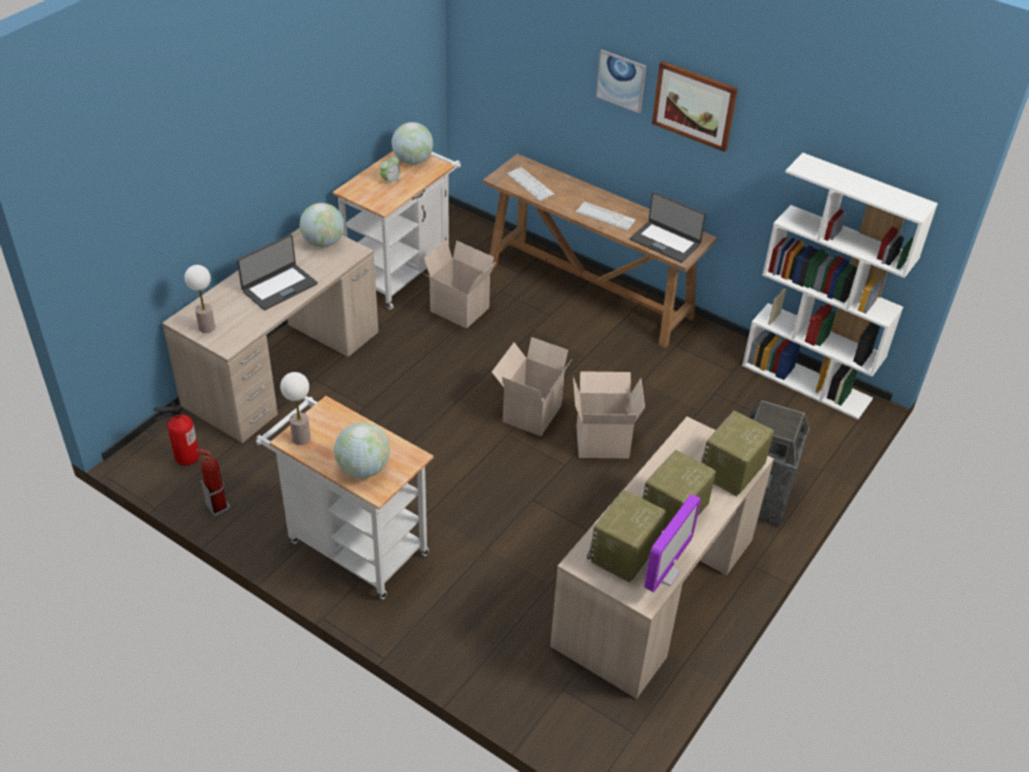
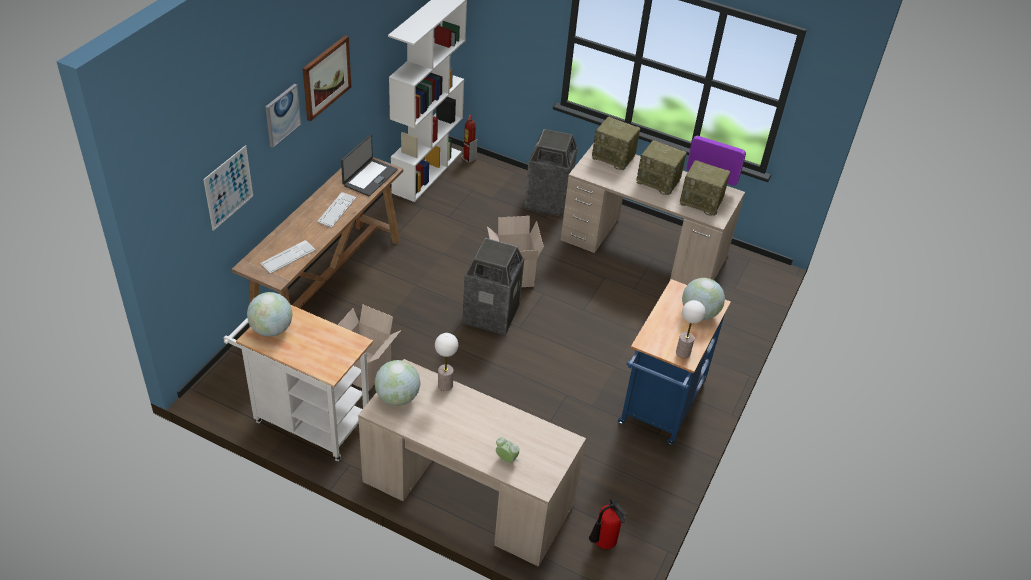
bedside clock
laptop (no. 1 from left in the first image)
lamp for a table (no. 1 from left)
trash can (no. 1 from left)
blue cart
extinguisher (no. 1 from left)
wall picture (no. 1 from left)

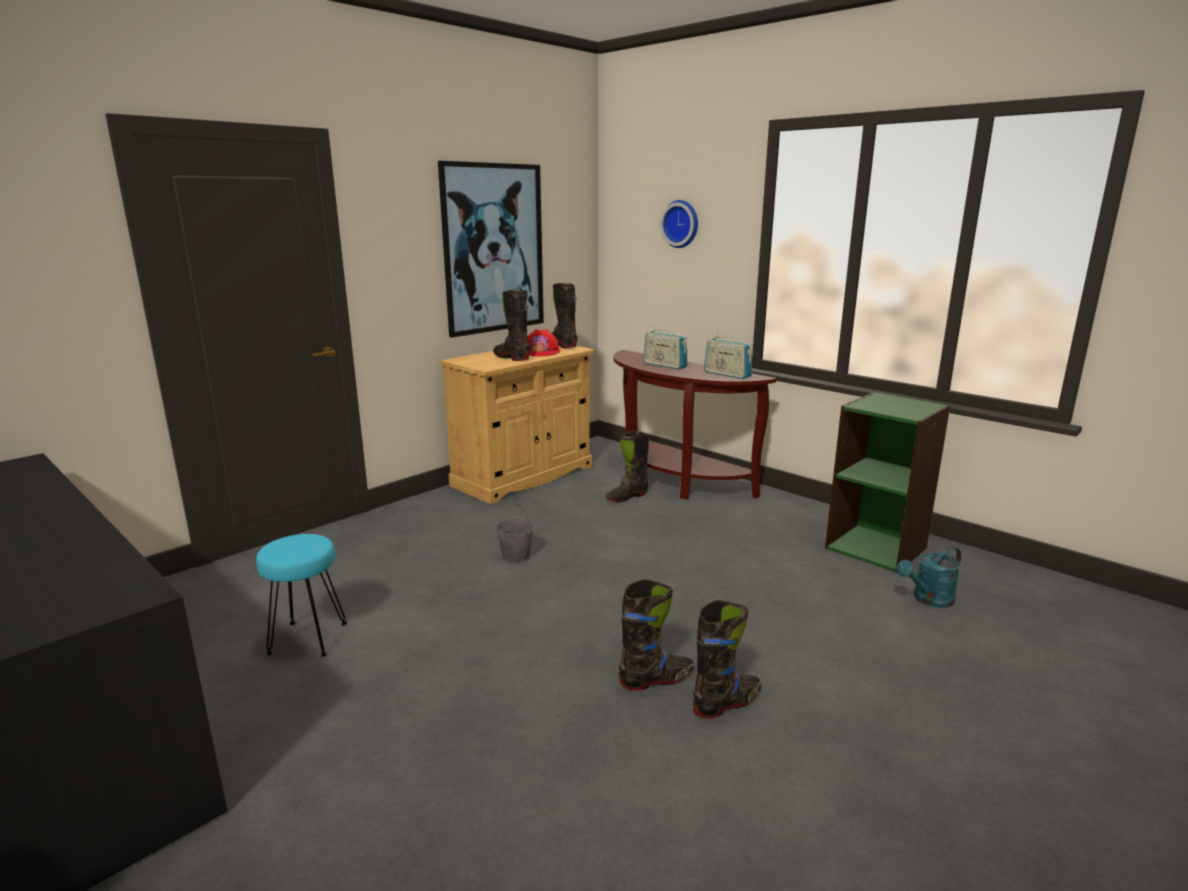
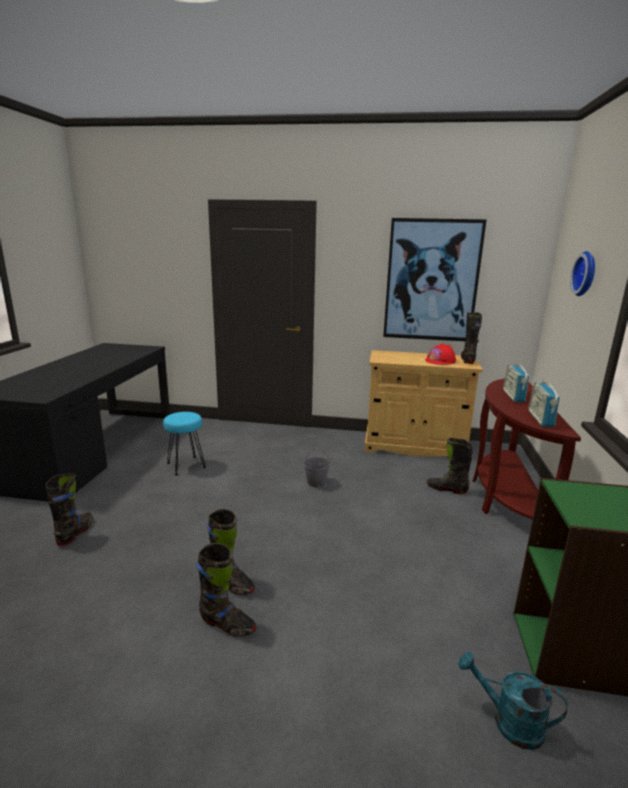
blackish tall boot (no. 1 from left)

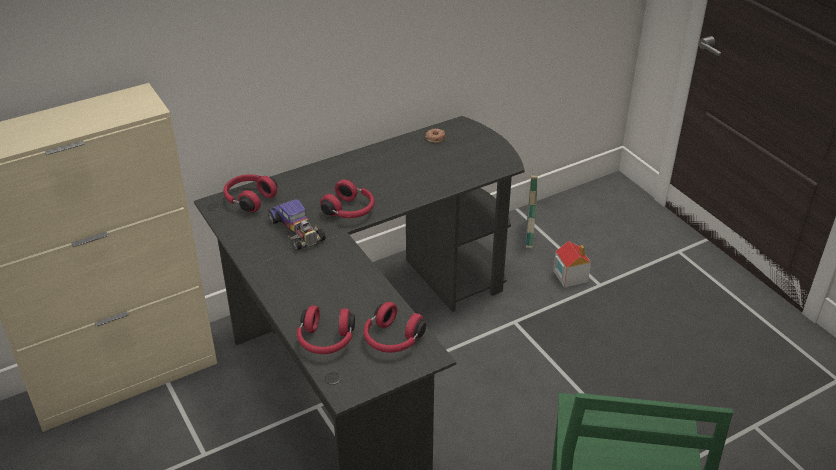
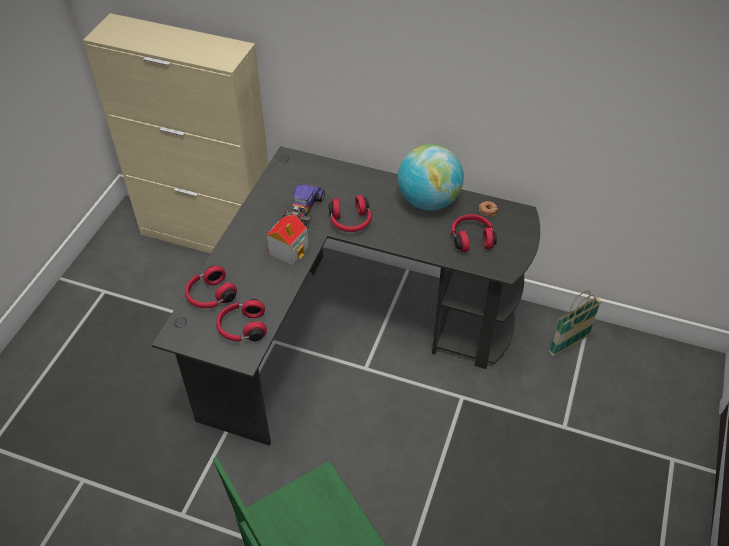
red headset (no. 4 from left)
model house
world globe

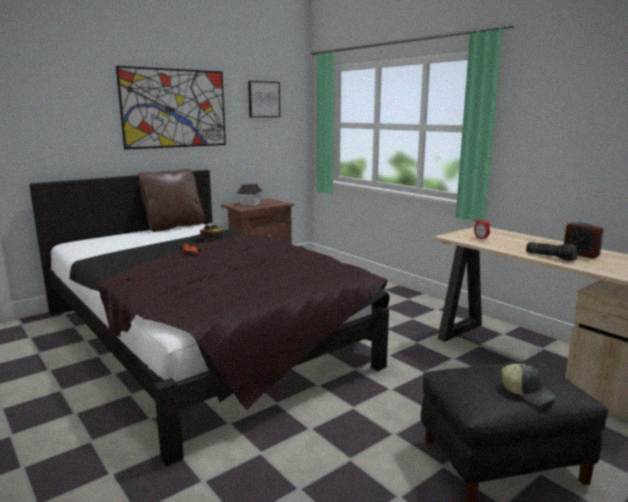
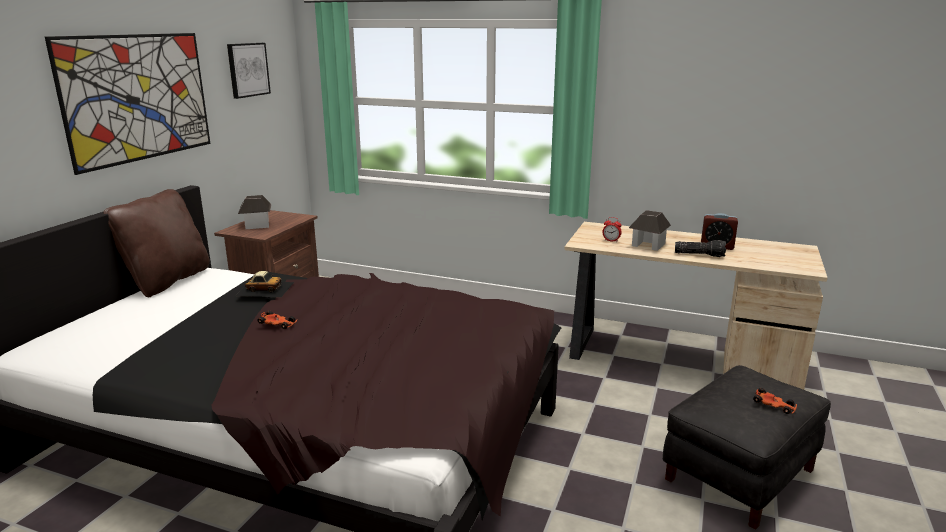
miniature car (no. 3 from left)
model house (no. 2 from left)

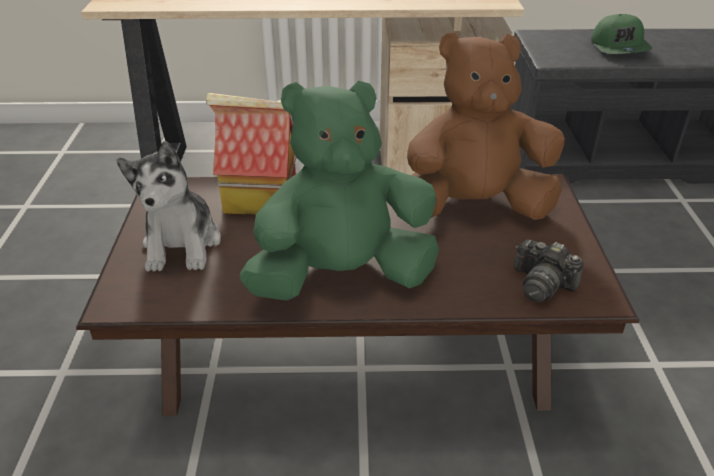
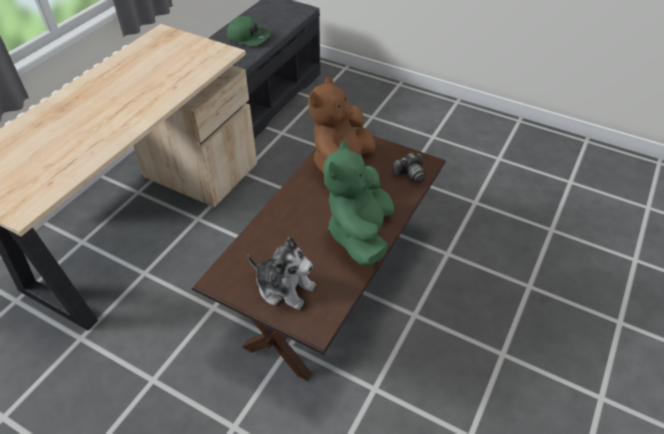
model house

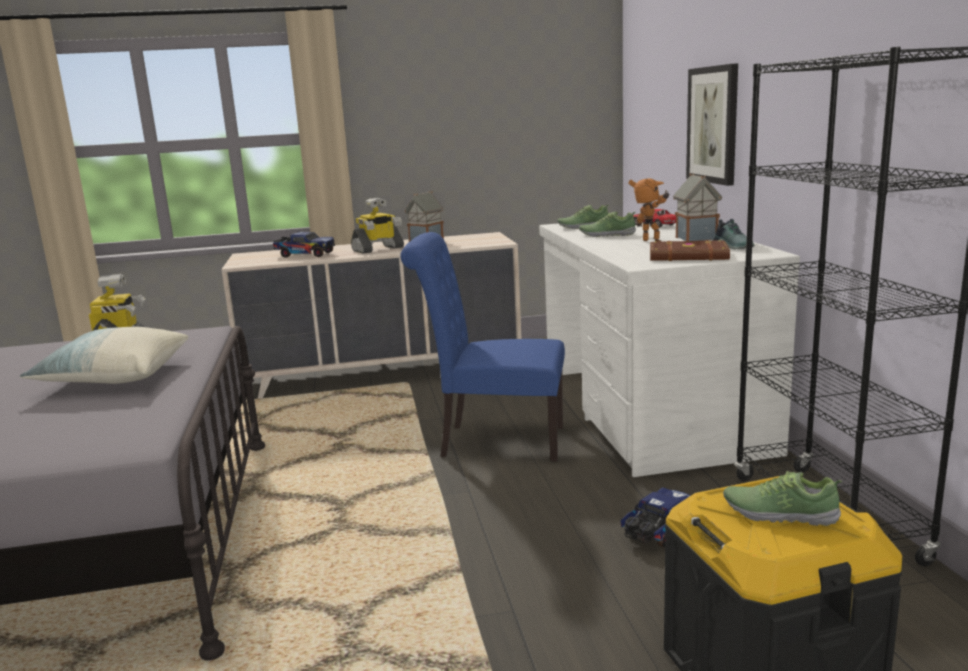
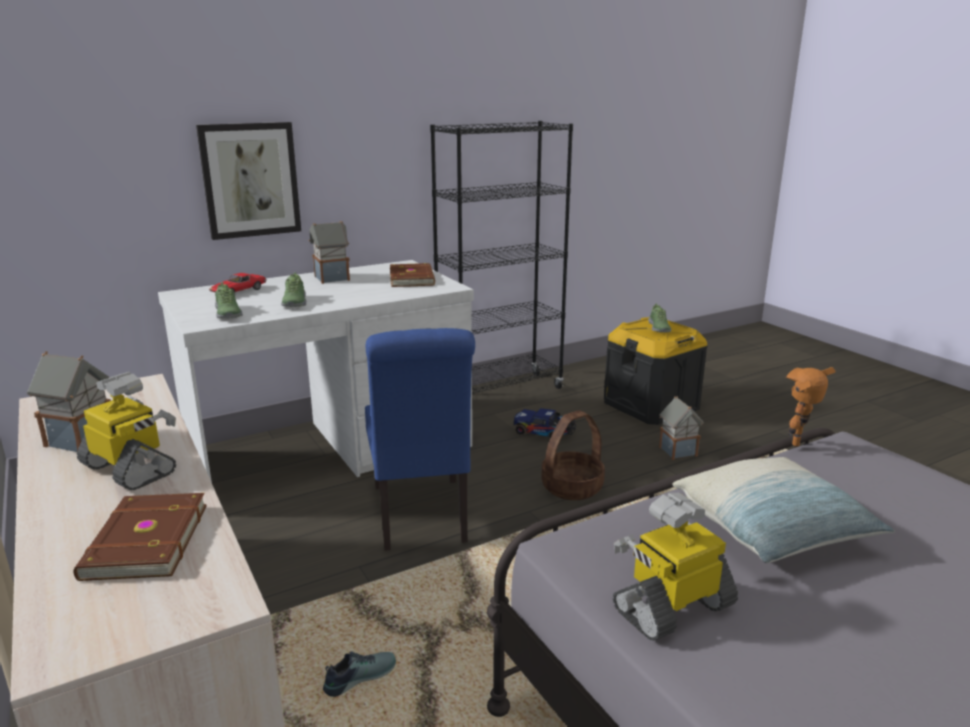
model robot (no. 3 from left)
shoe (no. 3 from left)
brownish volume (no. 1 from left)
model house (no. 3 from left)
household basket

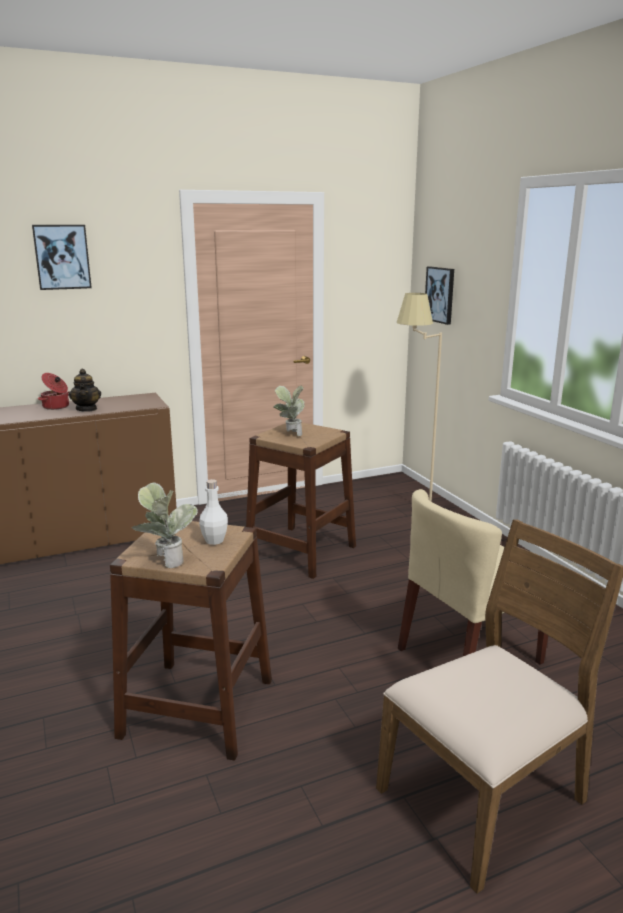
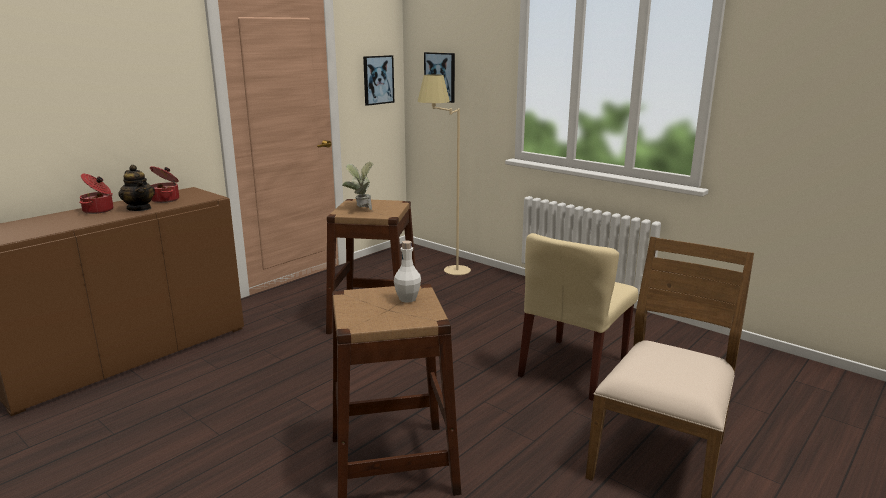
wall picture (no. 1 from left)
potted plant (no. 1 from left in the first image)
stockpot (no. 2 from left)

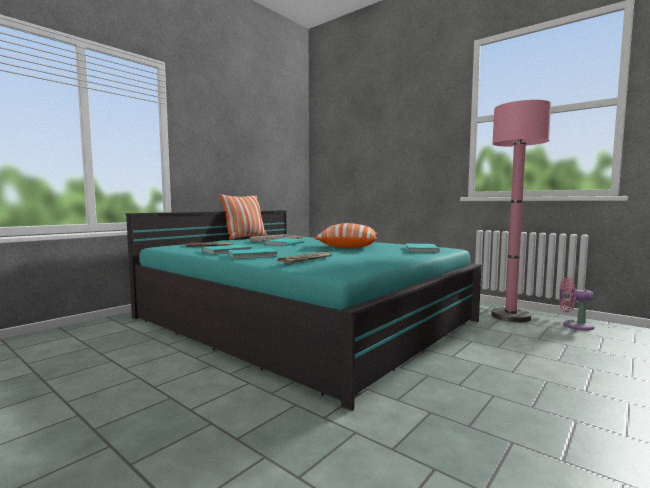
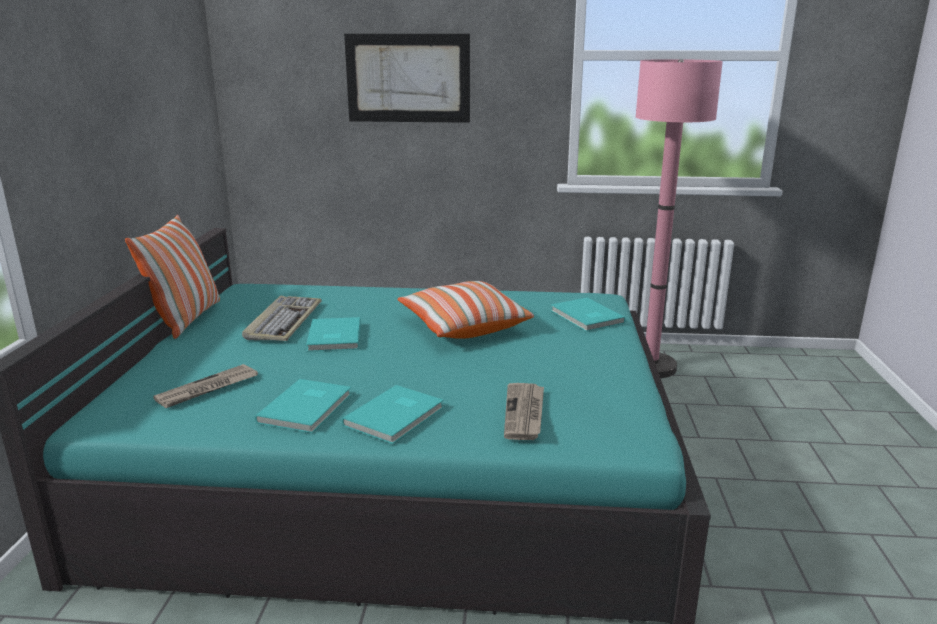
pink fan
wall picture

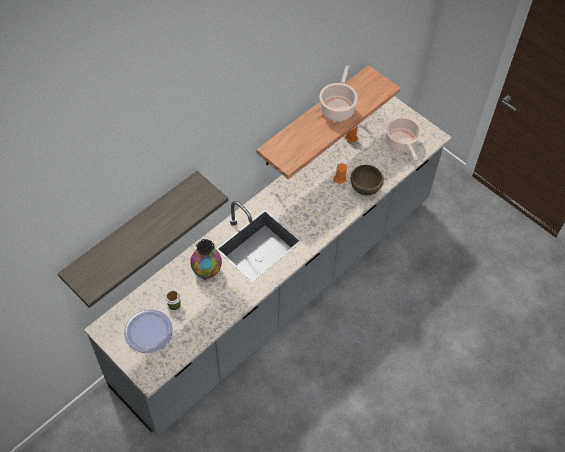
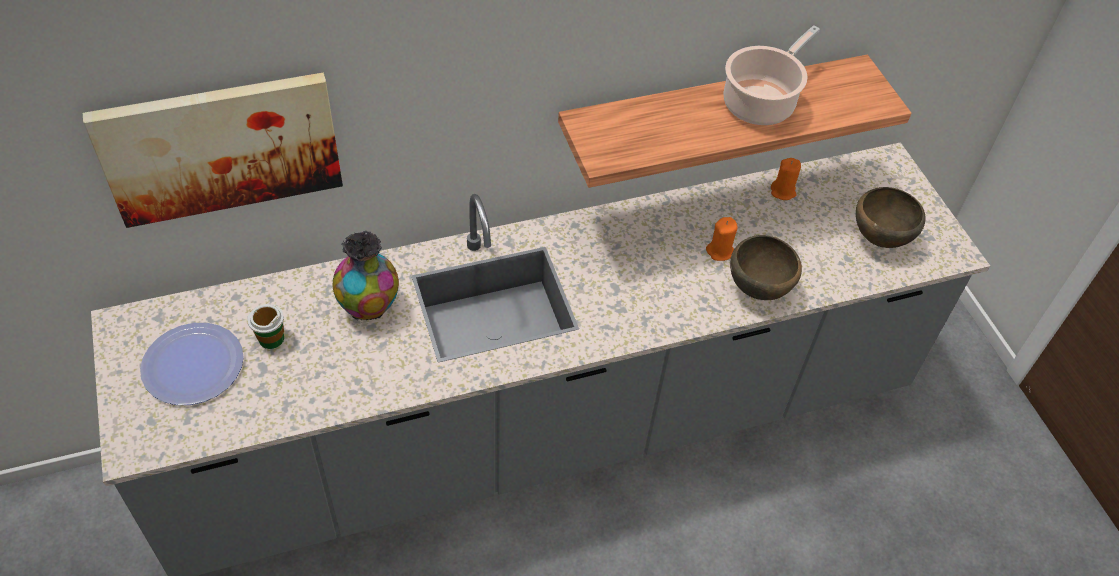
brownish deep dish (no. 2 from left)
wall picture

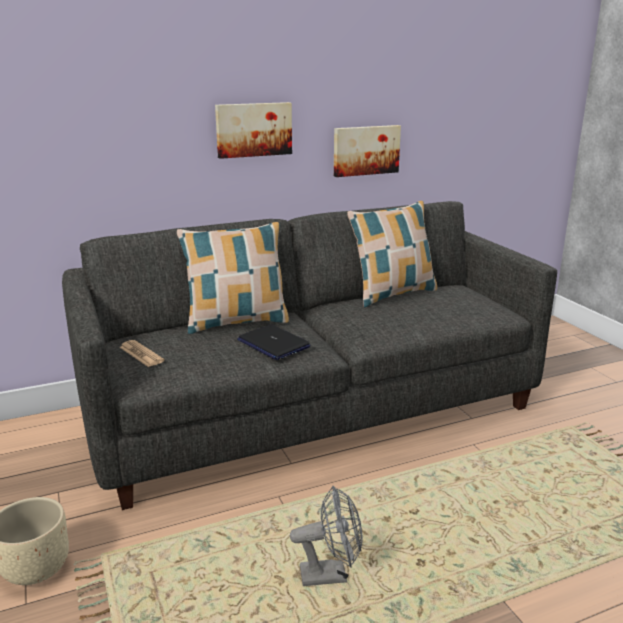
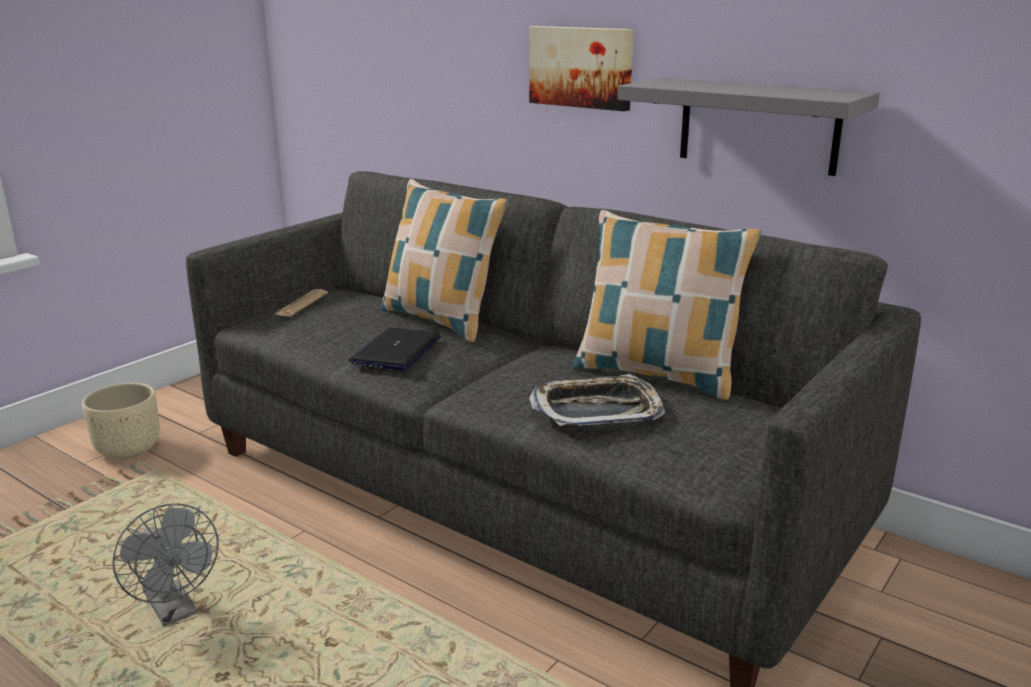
grey shelf
serving tray

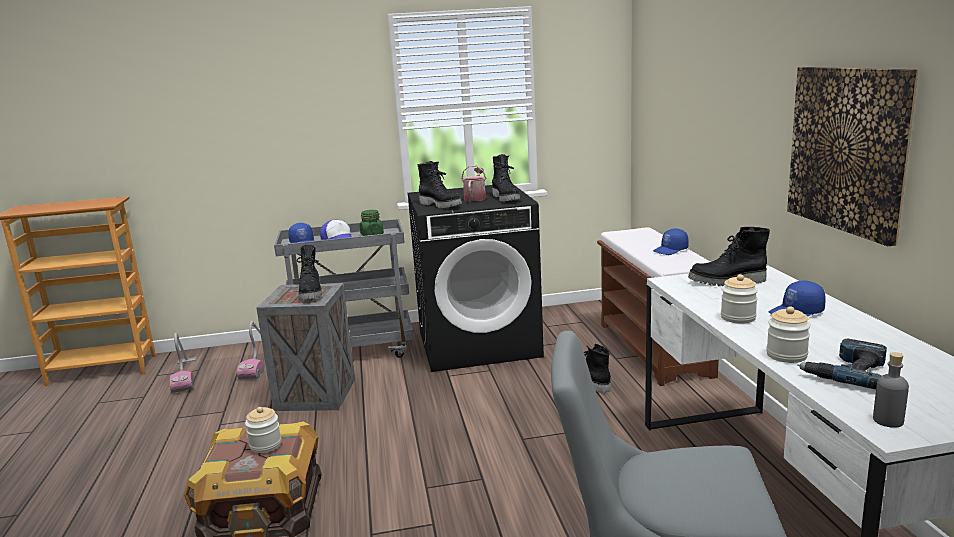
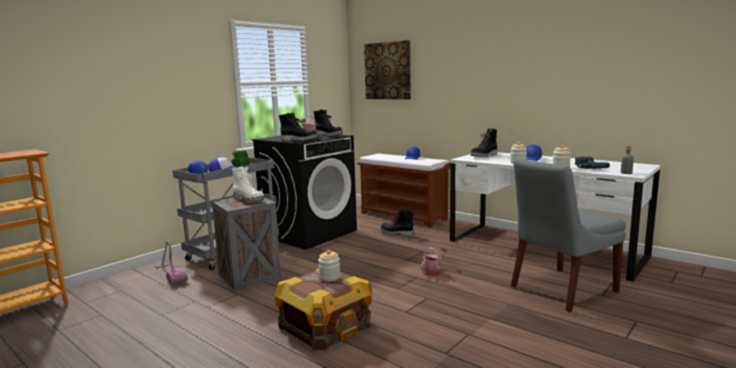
wall picture
white tall boot
hoover (no. 1 from left in the first image)
watering pot (no. 2 from left)

